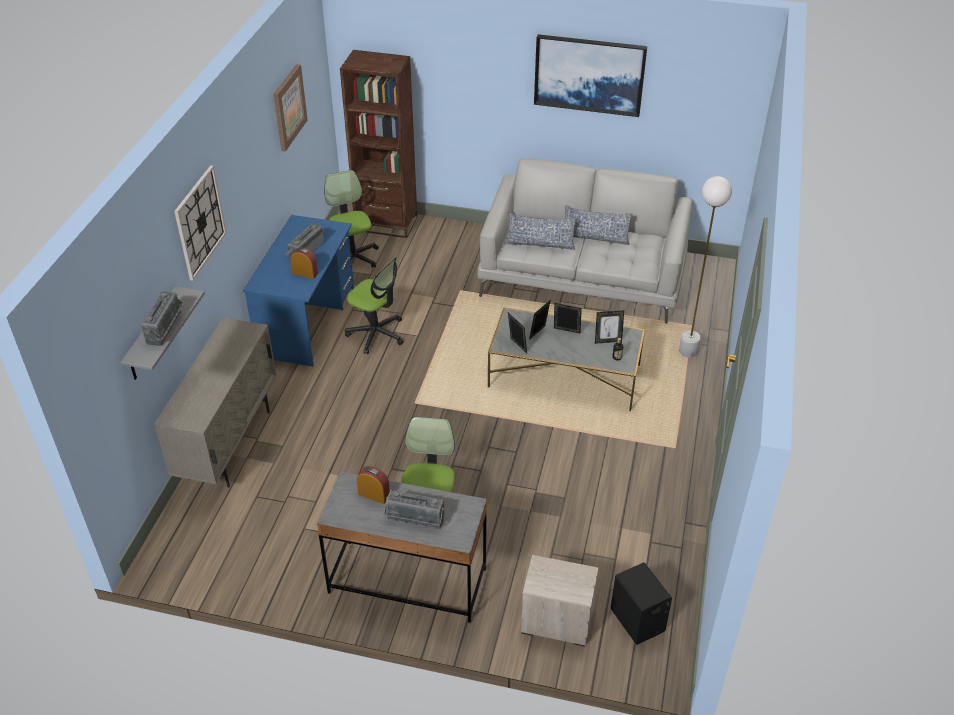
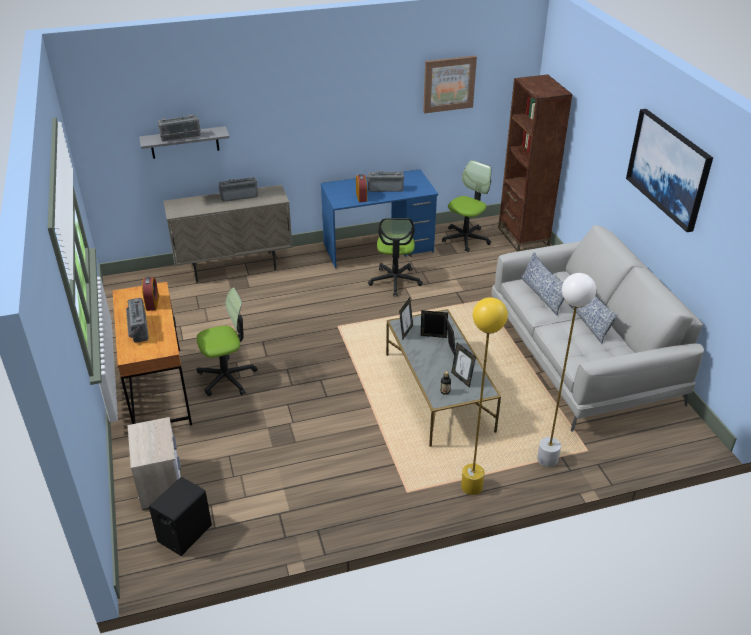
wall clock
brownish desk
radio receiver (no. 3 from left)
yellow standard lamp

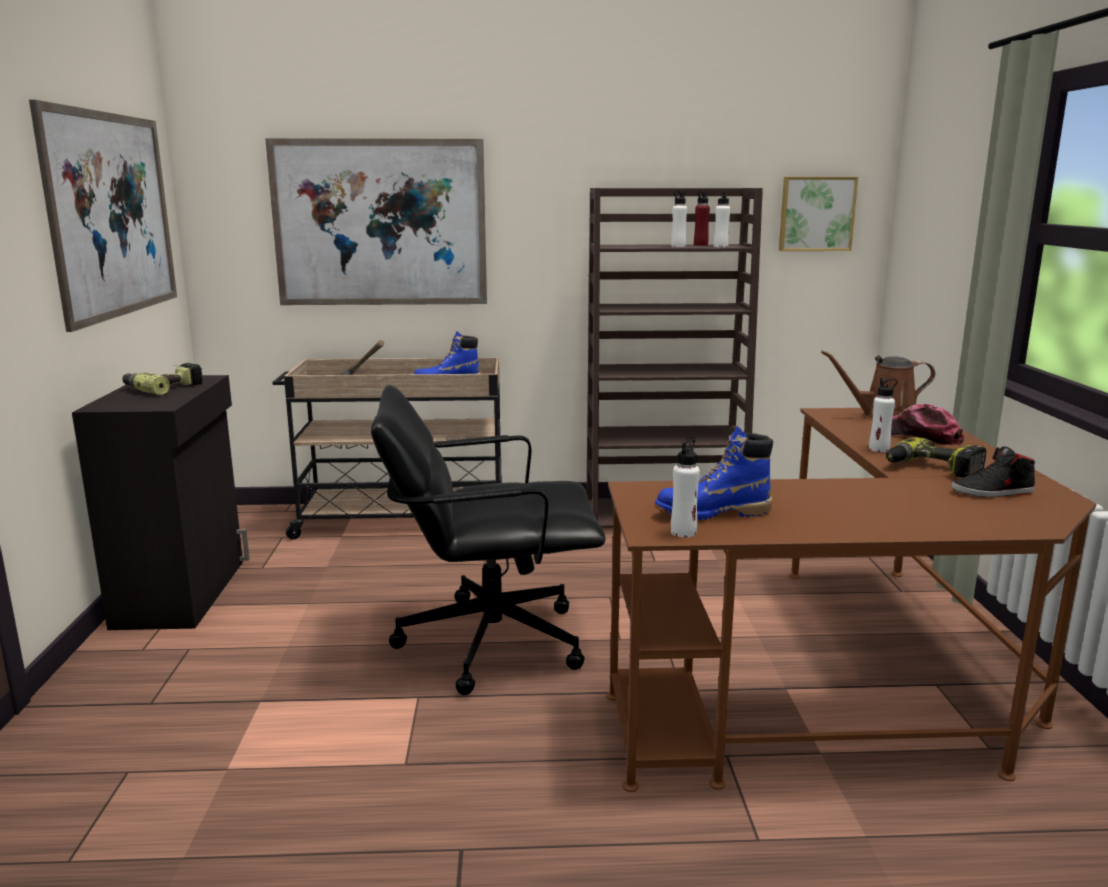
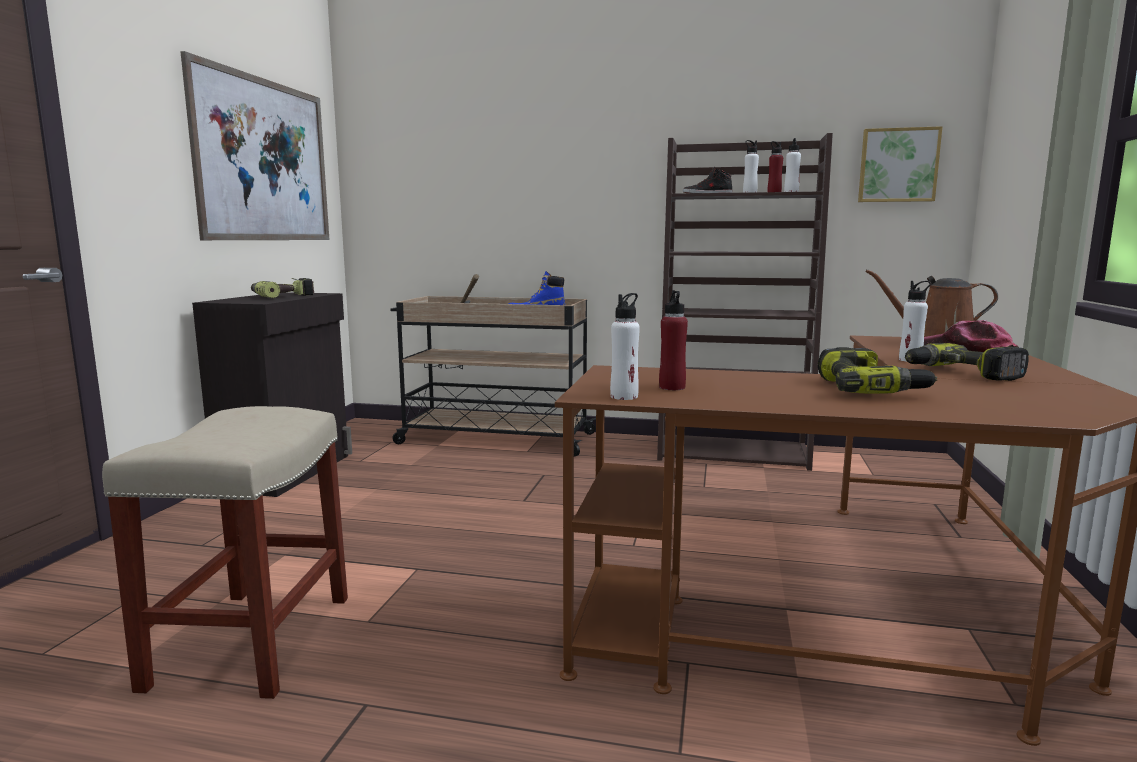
wall picture (no. 2 from left in the first image)
blackish desk chair
red beverage bottle (no. 1 from left)
blackish shoe
drill (no. 2 from left)
sand-coloured sitting stool

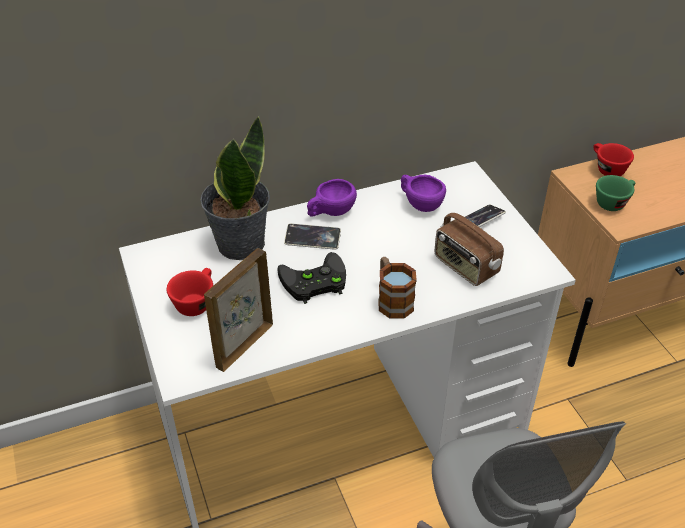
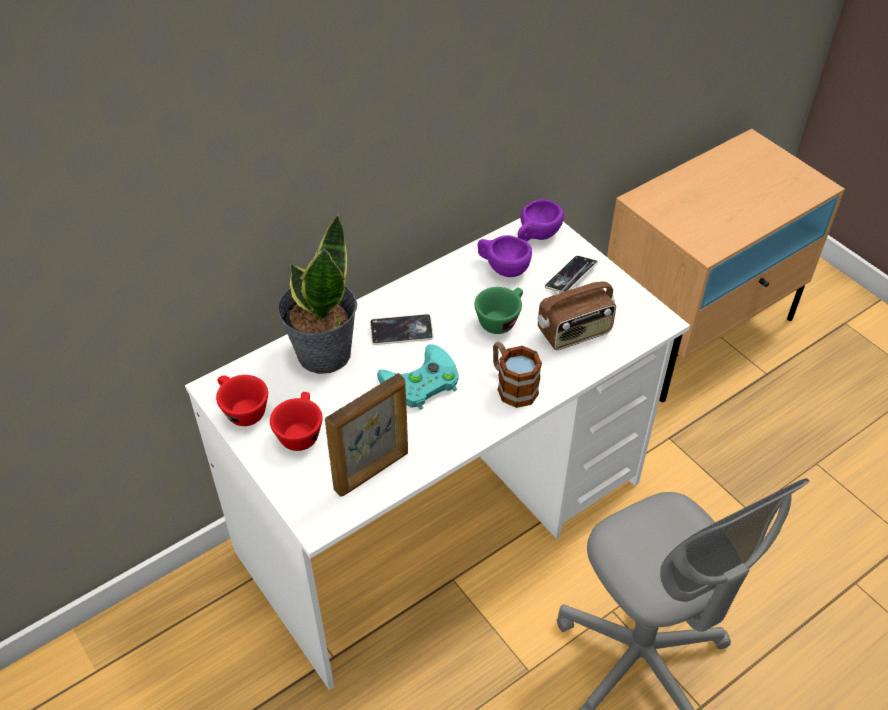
red drinking cup (no. 1 from left)
green-coloured drinking cup
purple drinking cup (no. 2 from left)
radio receiver
photo frame
turquoise-coloured game controller

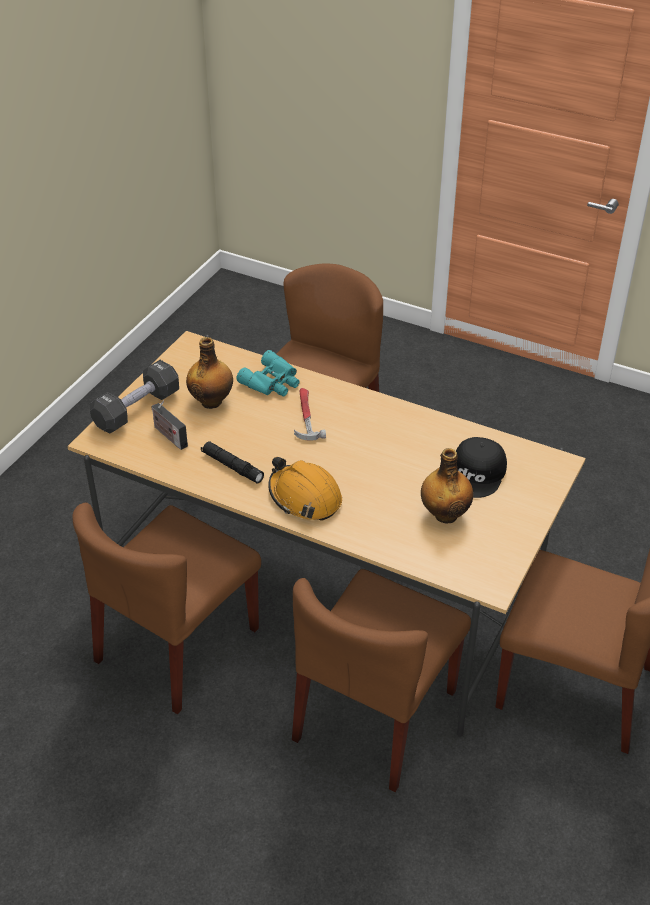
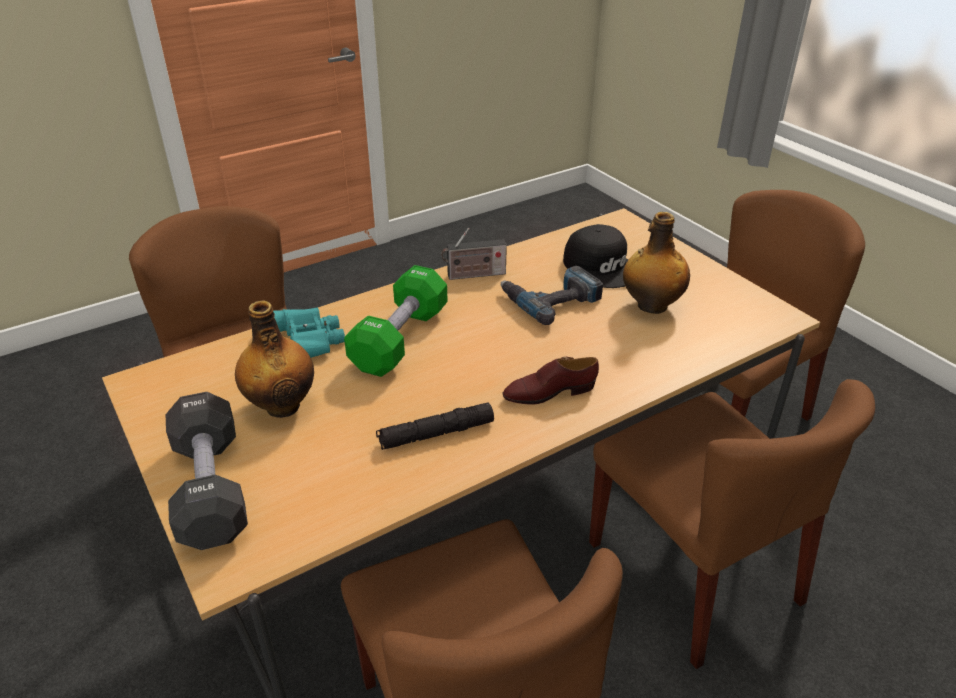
green-coloured hand weight
radio receiver
brownish shoe
drill

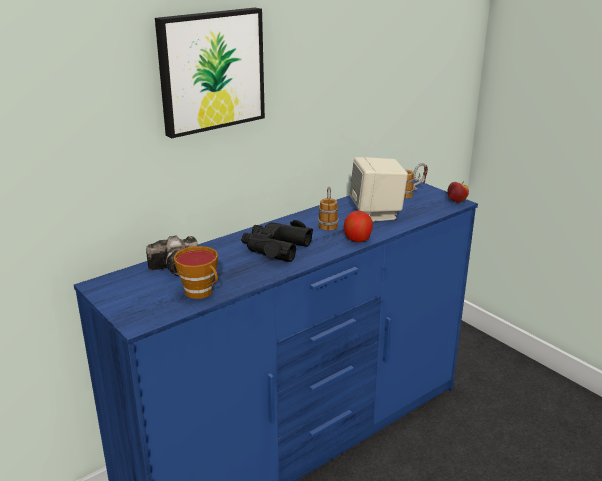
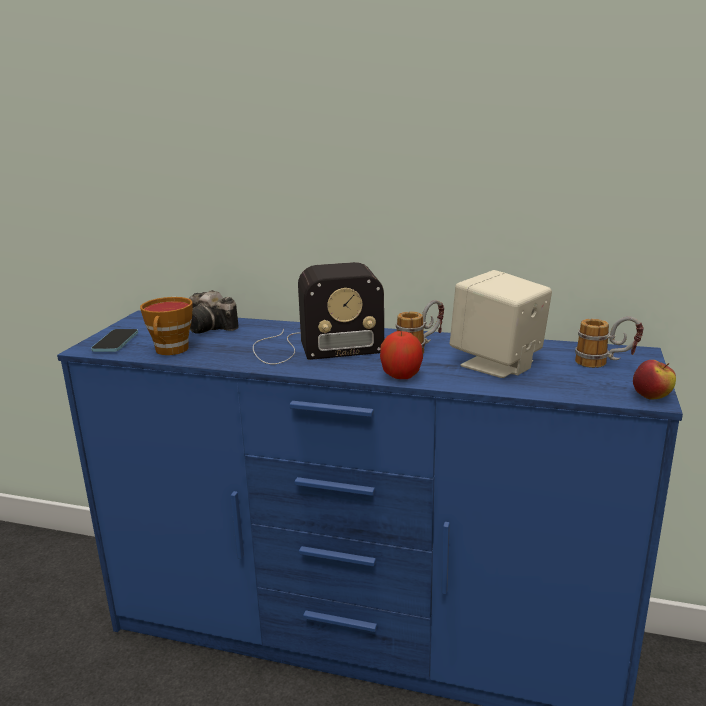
wall picture
radio receiver
handset

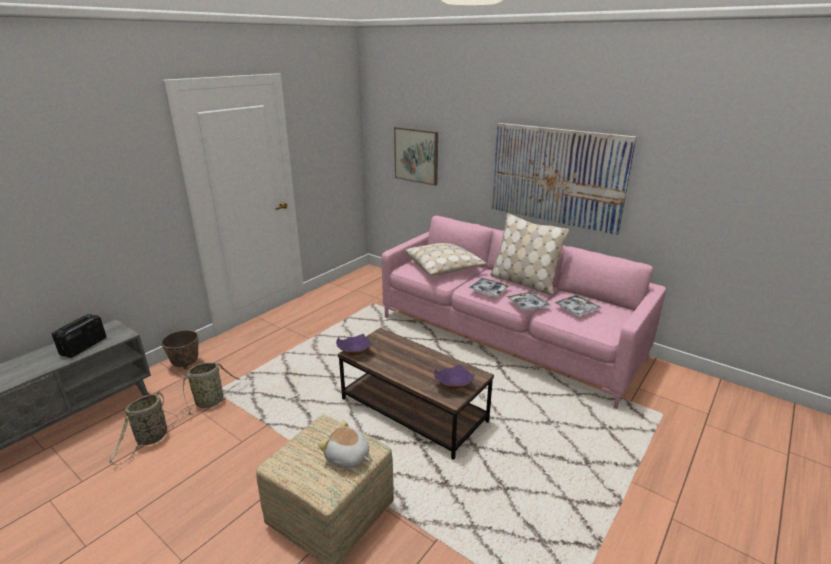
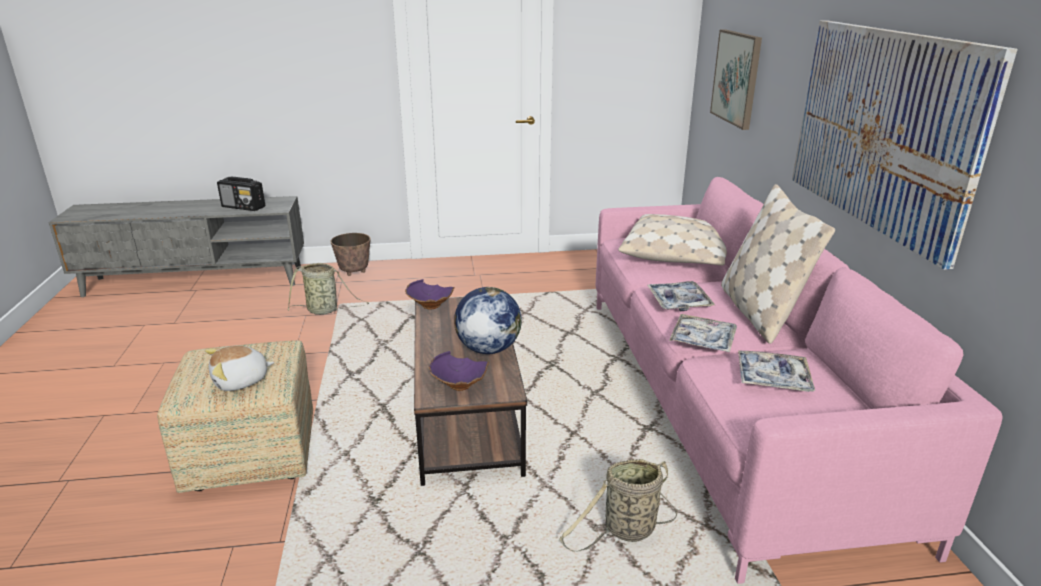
radio receiver
household basket (no. 2 from left)
soft toy
world globe

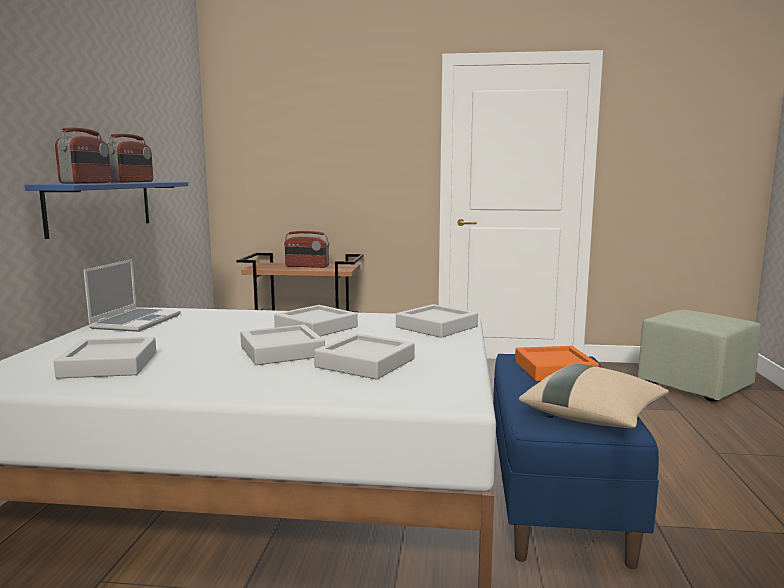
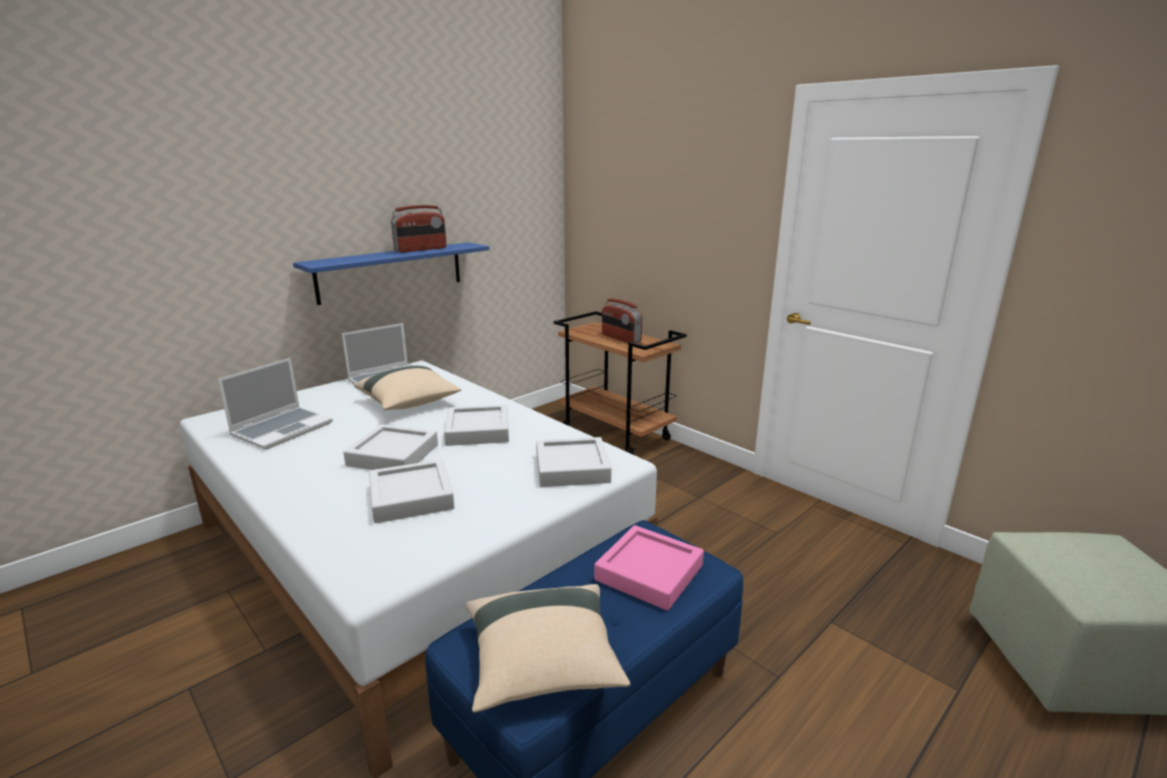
radio receiver (no. 1 from left in the first image)
laptop (no. 1 from left)
pink serving tray
sand-coloured cushion (no. 1 from left)

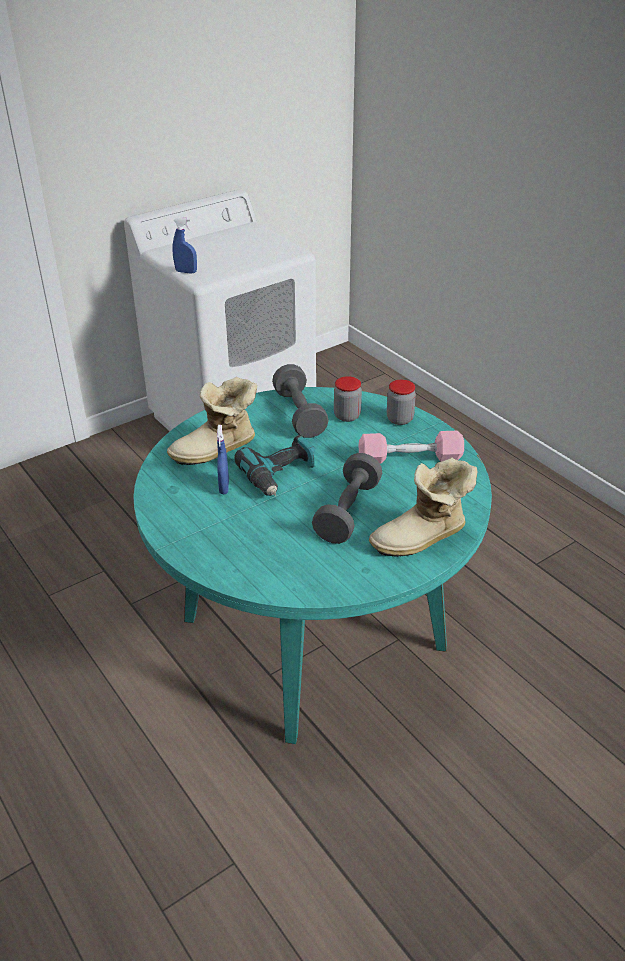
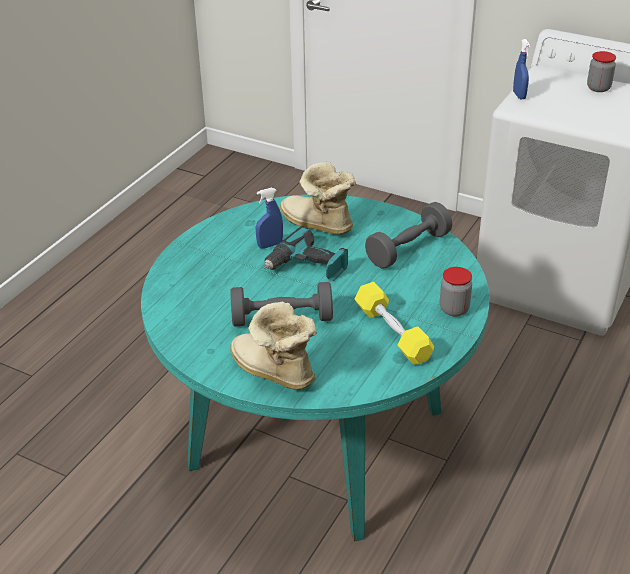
preserve jar (no. 2 from left)
yellow hand weight

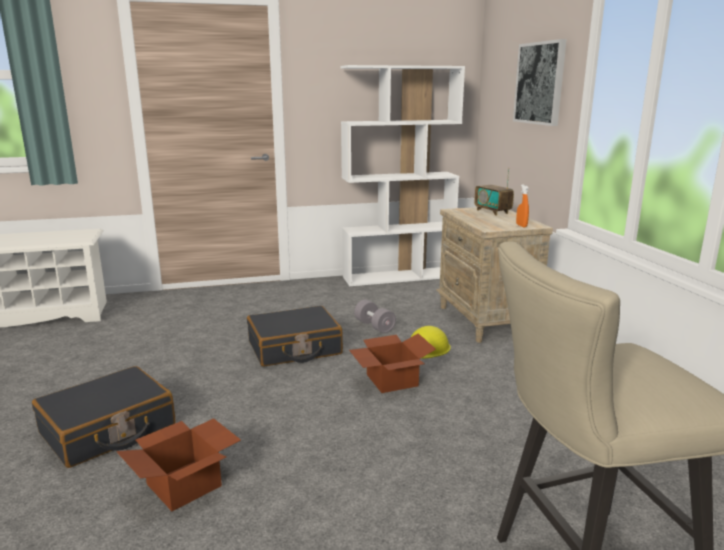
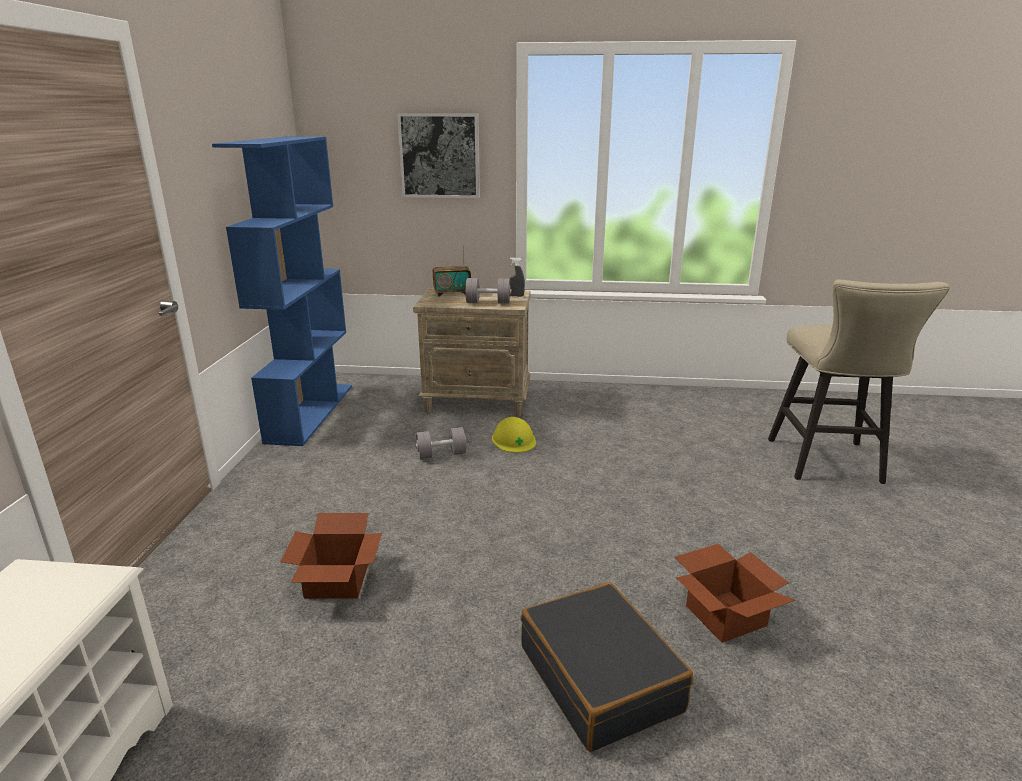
blue bookcase
grey hand sprayer
blackish suitcase (no. 2 from left in the first image)
packing box (no. 1 from left)
grey hand weight (no. 2 from left)

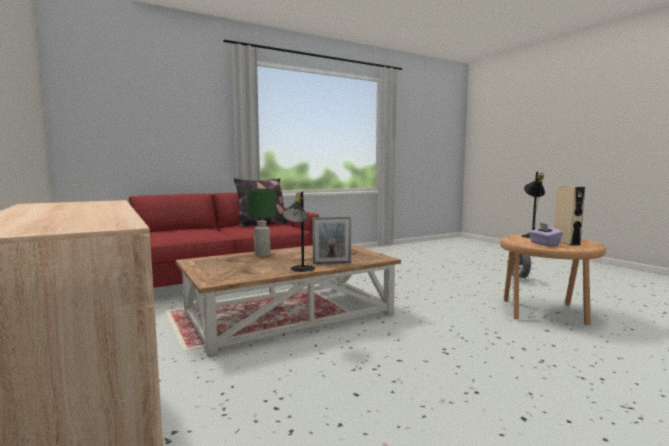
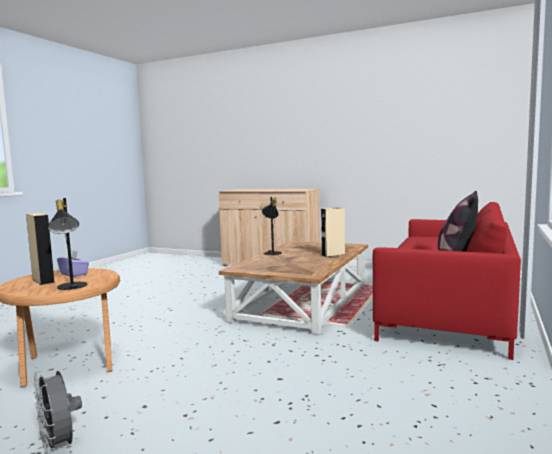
sand-coloured speaker (no. 2 from left)
photo frame

